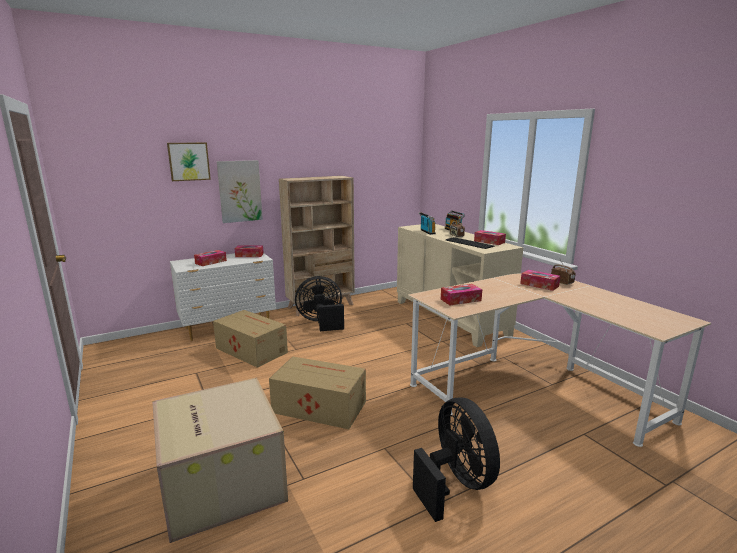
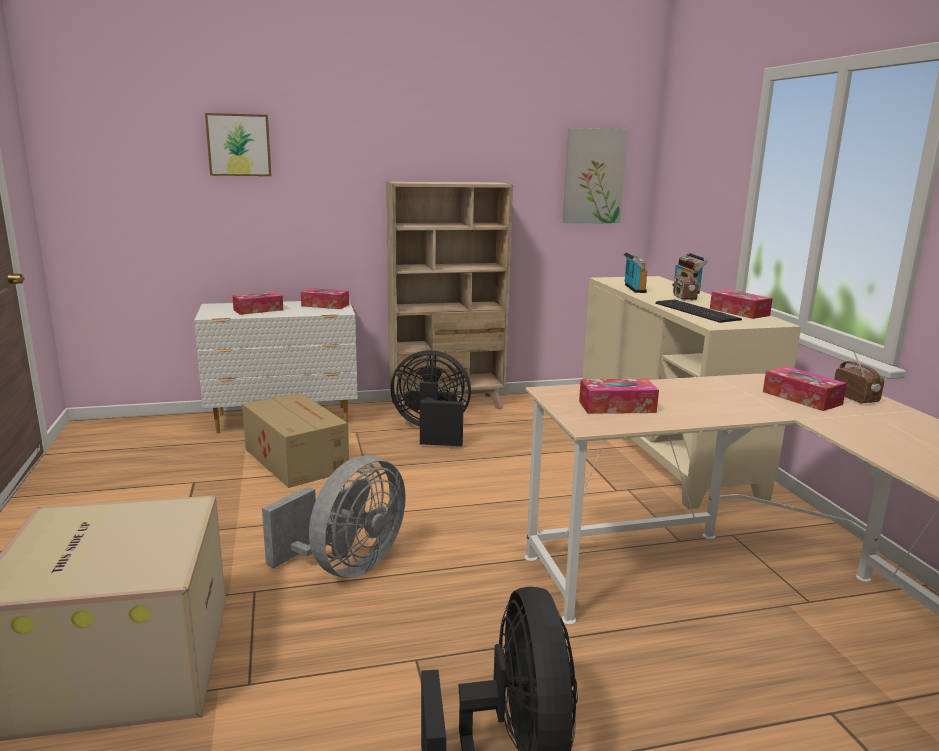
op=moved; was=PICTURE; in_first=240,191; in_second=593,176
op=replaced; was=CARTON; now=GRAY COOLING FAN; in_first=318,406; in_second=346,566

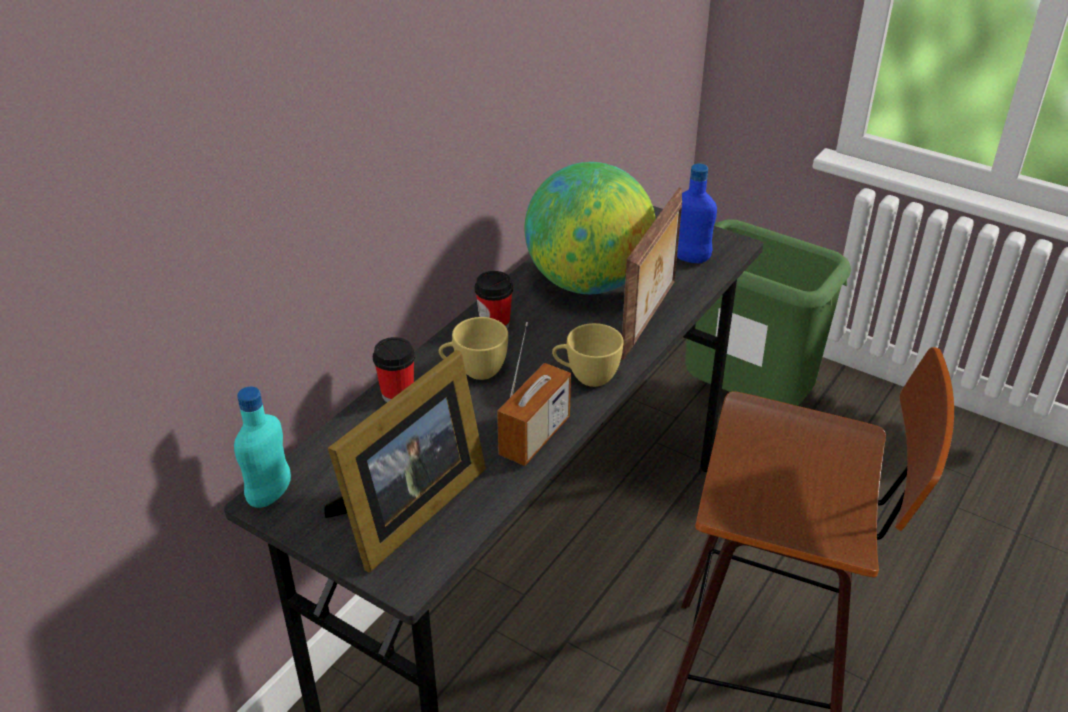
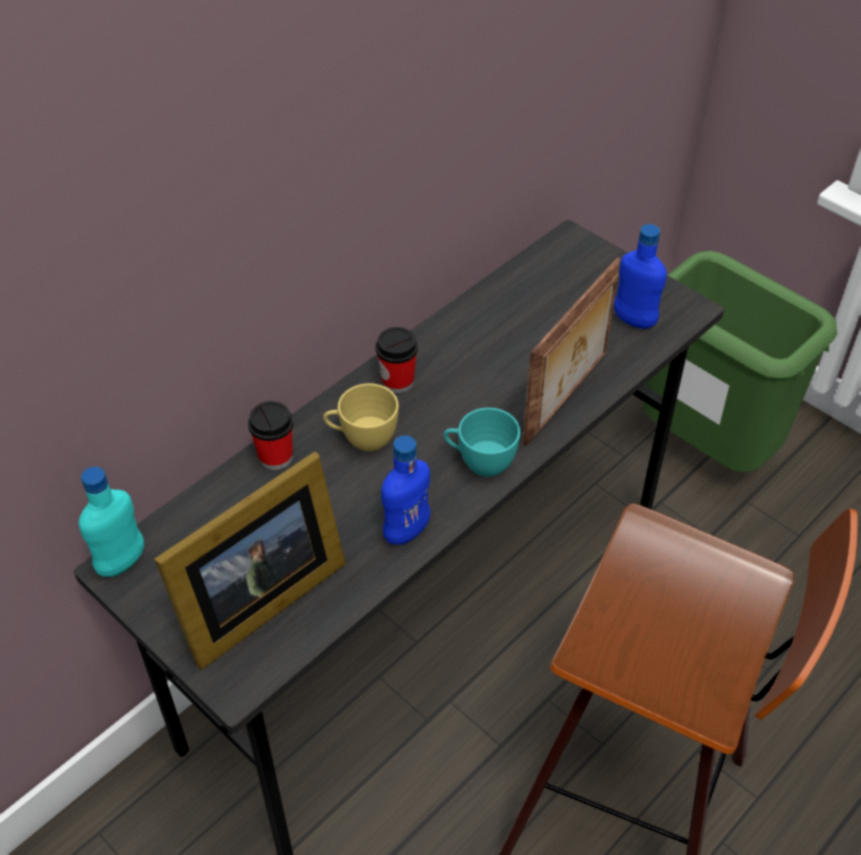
op=removed; was=DESK GLOBE; in_first=588,282
op=replaced; was=RADIO RECEIVER; now=BLUE-COLOURED BEVERAGE BOTTLE; in_first=535,437; in_second=406,531
op=recoloured; was=YELLOWISH DRINKING CUP; now=TURQUOISE-COLOURED DRINKING CUP; in_first=586,376; in_second=479,462

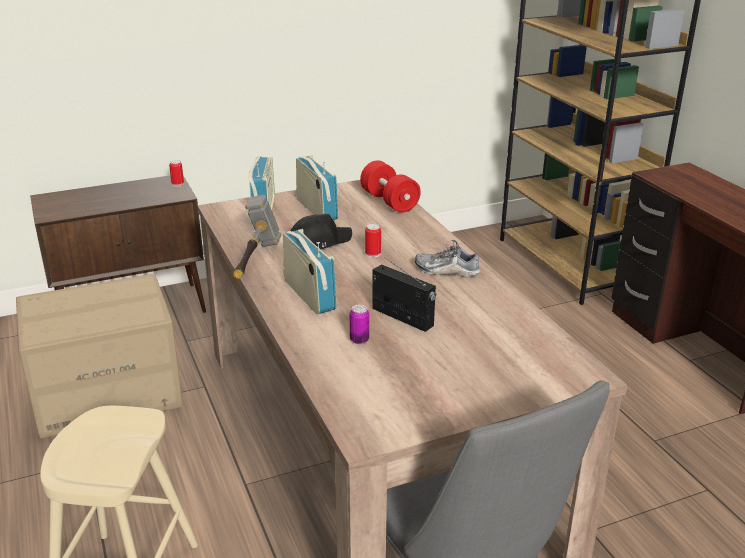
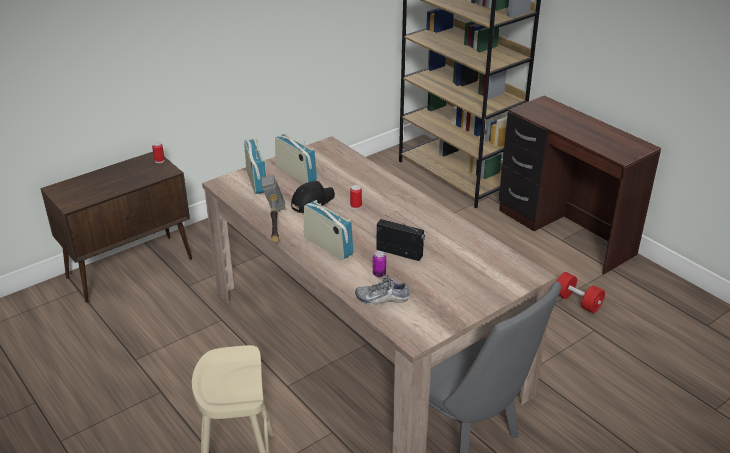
op=removed; was=CARTON; in_first=107,393
op=moved; was=RED HAND WEIGHT; in_first=389,201; in_second=577,302
op=moved; was=SHOE; in_first=446,270; in_second=382,298

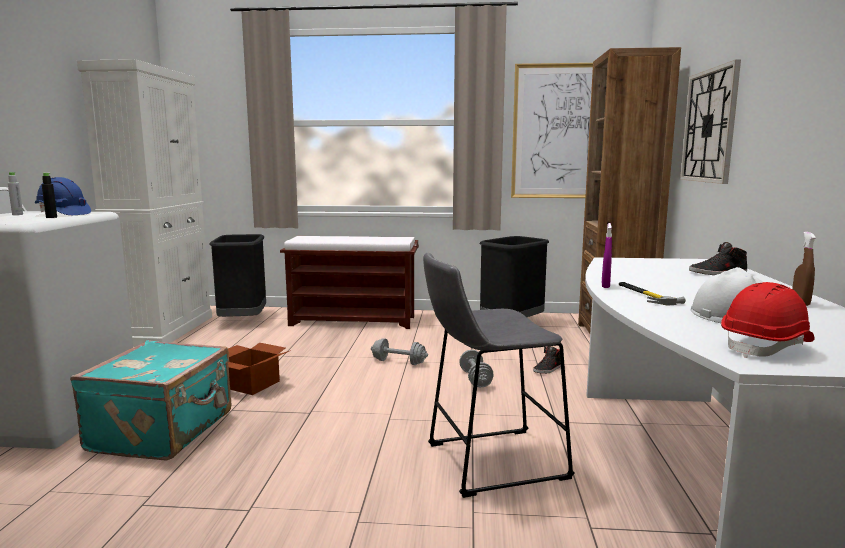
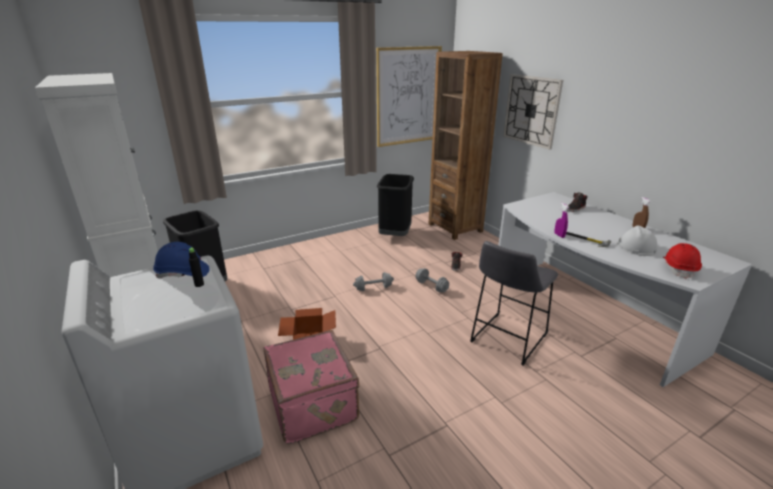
op=removed; was=GRAY BEVERAGE BOTTLE; in_first=17,214
op=removed; was=BROWN-COLOURED LONG SEAT; in_first=354,321
op=recoloured; was=TURQUOISE-COLOURED SUITCASE; now=PINK-COLOURED SUITCASE; in_first=164,431; in_second=314,403

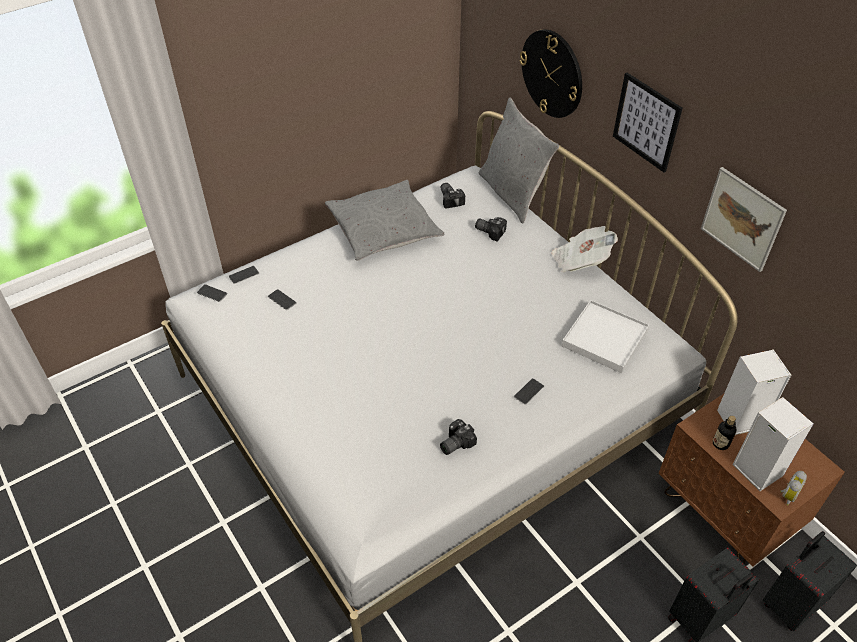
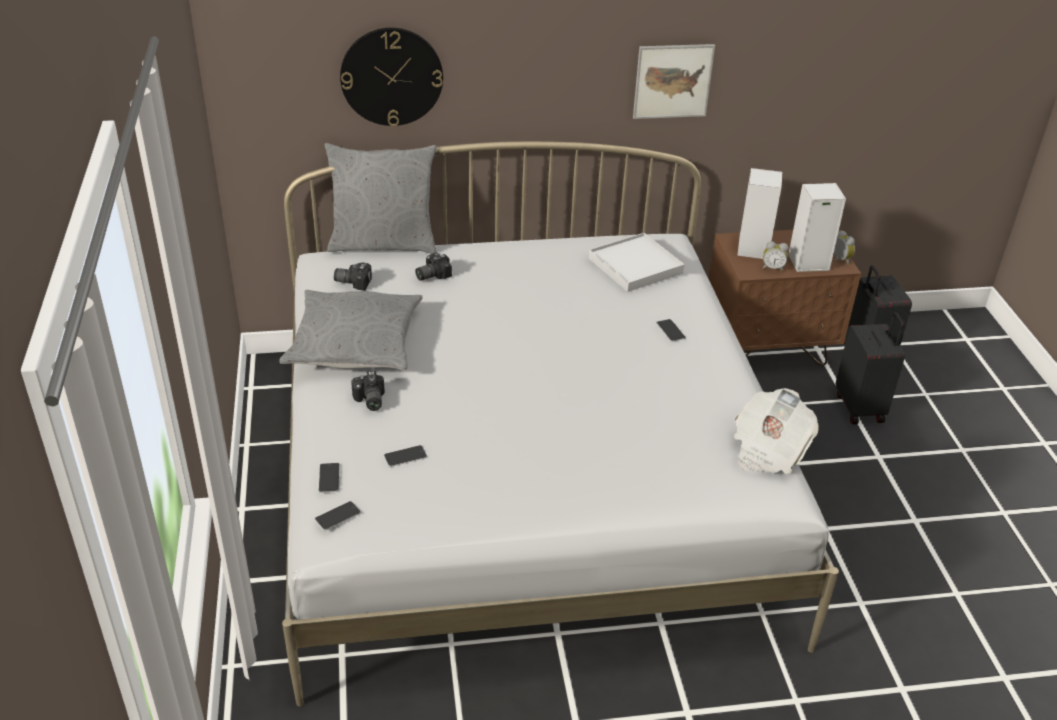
op=removed; was=PICTURE; in_first=646,122
op=moved; was=STILL CAMERA; in_first=455,443; in_second=369,400
op=moved; was=PRINTED PAPER; in_first=580,260; in_second=768,449
op=replaced; was=BEVERAGE BOTTLE; now=BEDSIDE CLOCK; in_first=720,443; in_second=773,268

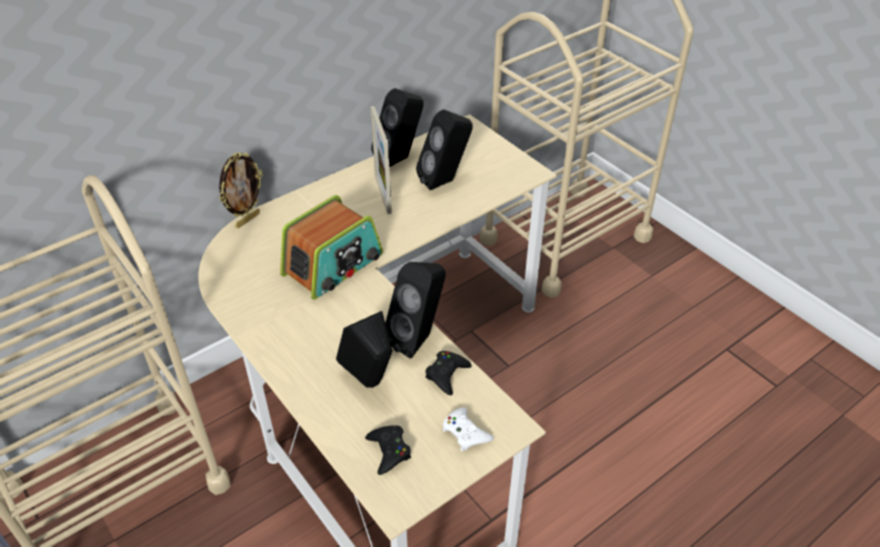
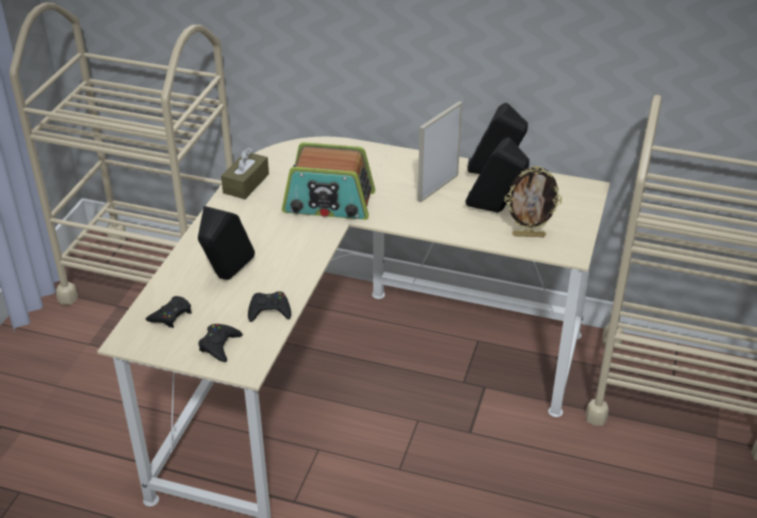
op=removed; was=BLACK SPEAKER; in_first=419,338
op=added; now=BROWN-COLOURED TISSUE BOX; in_second=246,183
op=moved; was=STANDING FRAME; in_first=247,220; in_second=528,235
op=recoloured; was=WHITE-COLOURED JOYPAD; now=BLACK JOYPAD; in_first=465,433; in_second=219,345

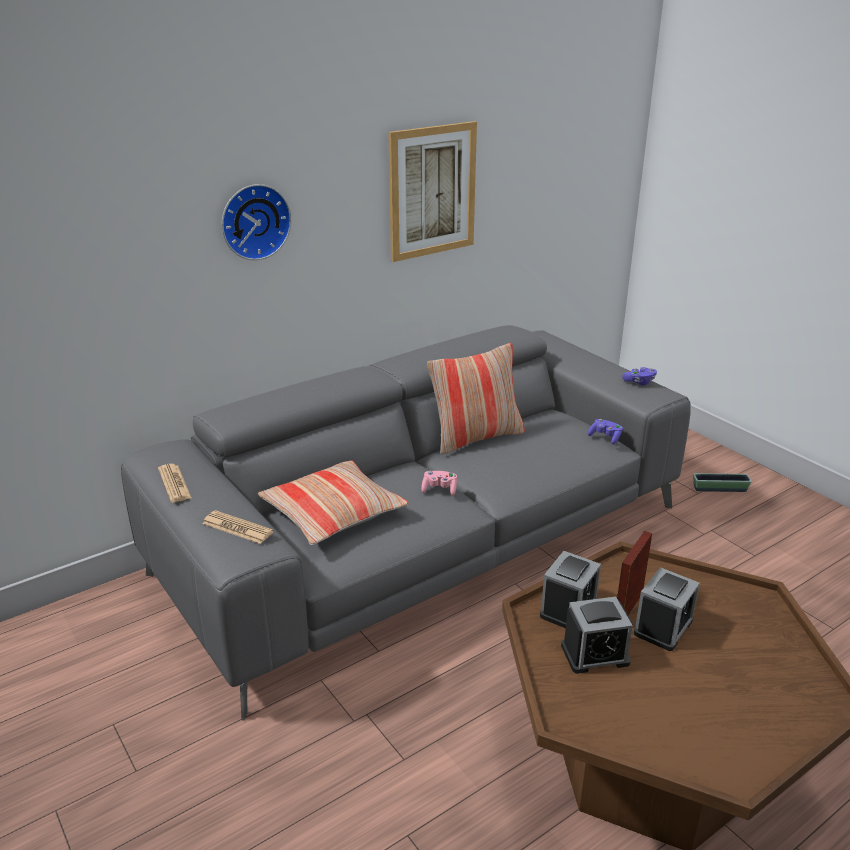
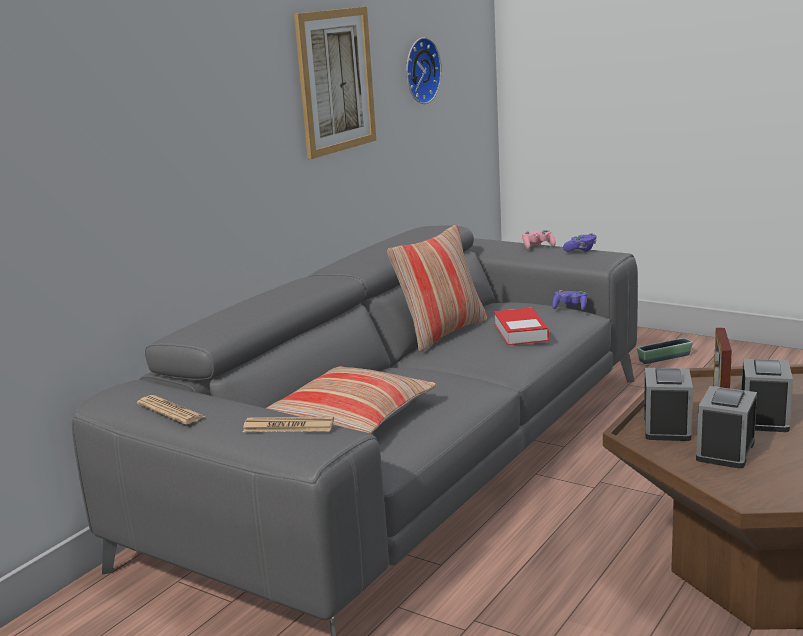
op=added; now=BOUND BOOK; in_second=520,332
op=moved; was=WALL CLOCK; in_first=254,221; in_second=419,71
op=moved; was=PINK-COLOURED JOYPAD; in_first=439,489; in_second=538,246
op=turned; was=BEDSIDE CLOCK; in_first=595,654; in_second=725,451; clockwise=150

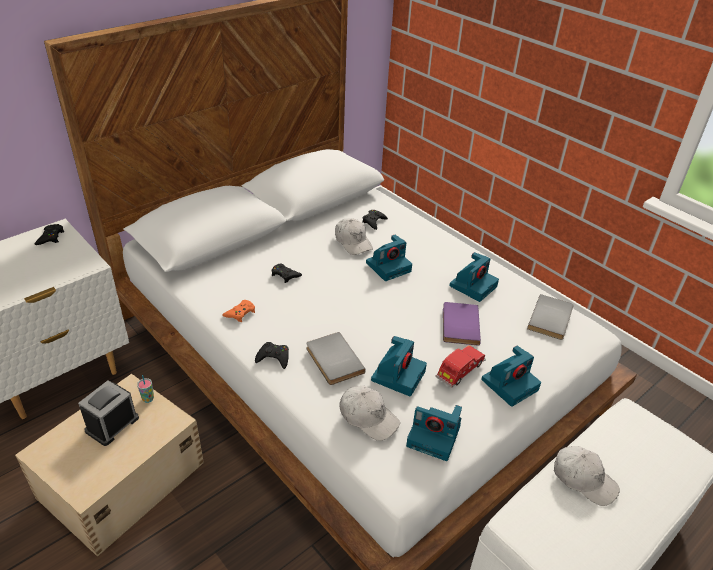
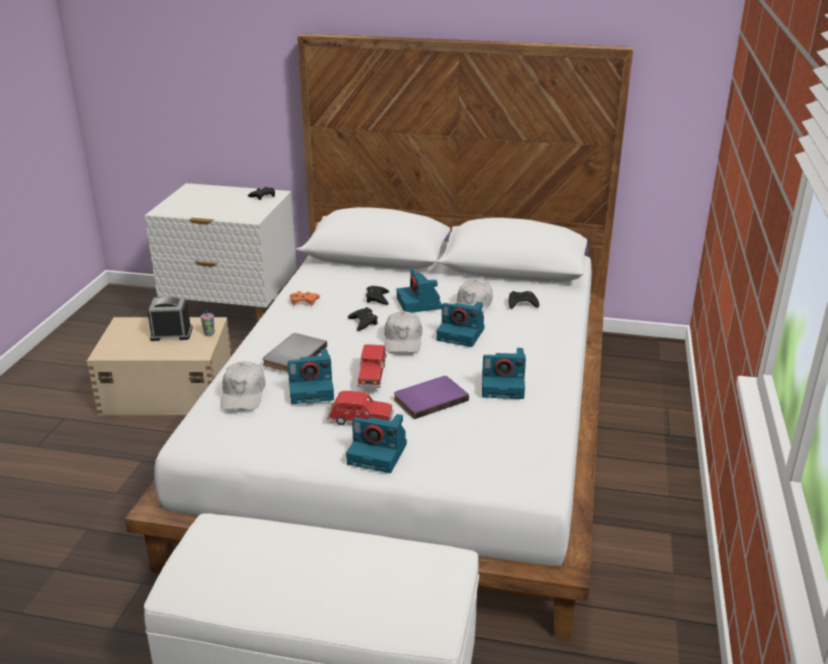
op=removed; was=GRAY BOUND BOOK; in_first=552,319
op=added; now=RED MINIATURE CAR; in_second=372,375
op=moved; was=BLACK JOYPAD; in_first=274,358; in_second=363,322
op=moved; was=STILL CAMERA; in_first=435,436; in_second=420,304
op=moved; was=WHITE-COLOURED CAP; in_first=583,479; in_second=403,340

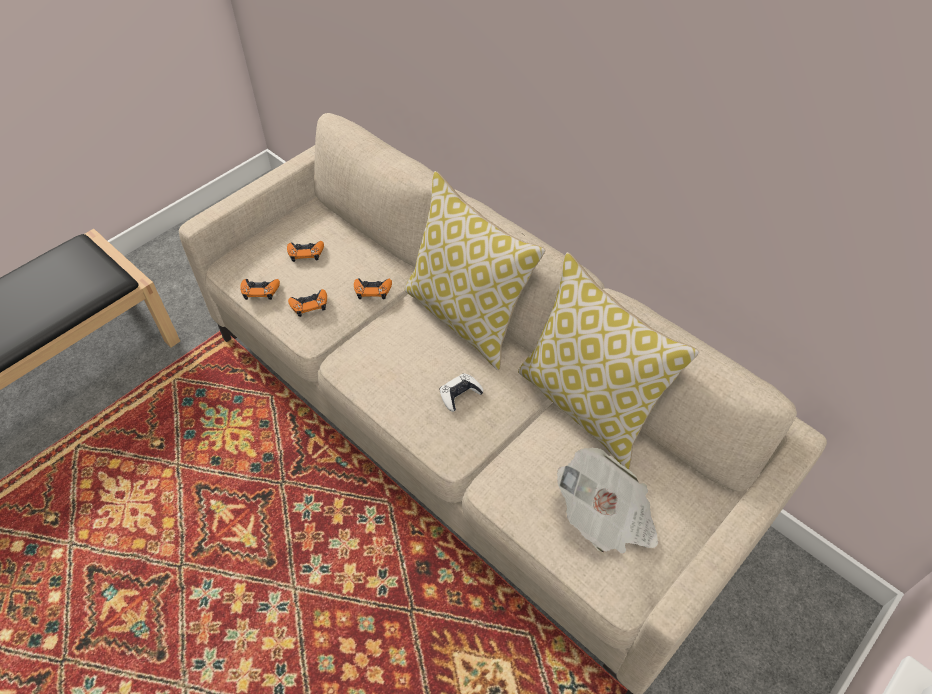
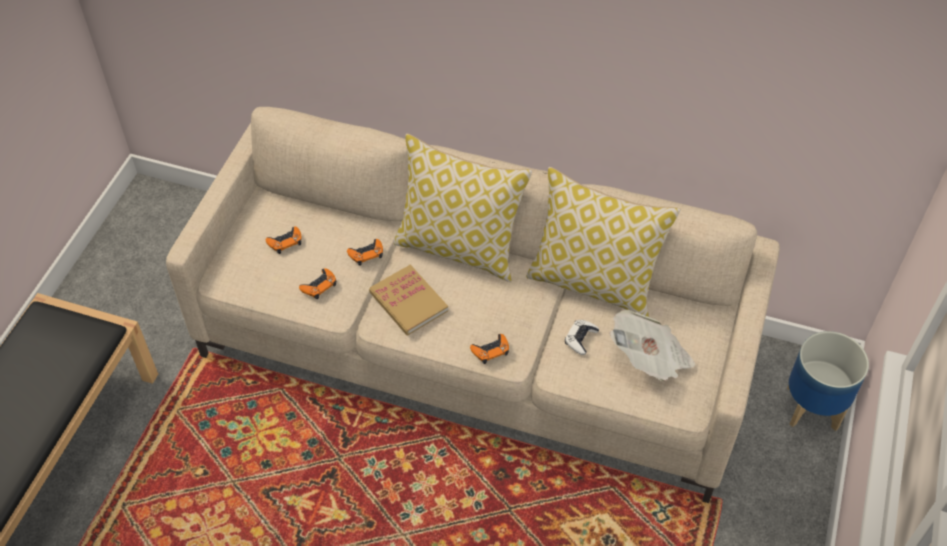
op=added; now=BOUND BOOK; in_second=408,302
op=added; now=PLANTER; in_second=813,408
op=moved; was=ORANGE JOYPAD; in_first=260,291; in_second=490,350
op=moved; was=WHITE-COLOURED JOYPAD; in_first=460,394; in_second=580,339

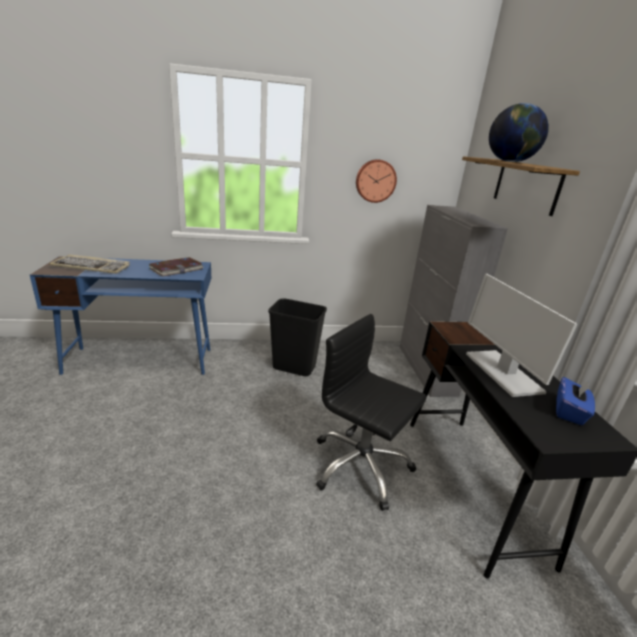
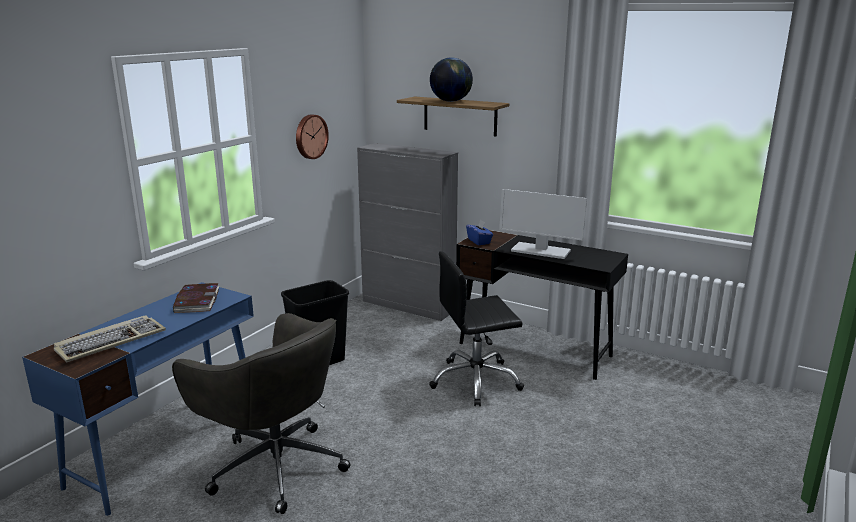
op=added; now=GRAY OFFICE CHAIR; in_second=274,465
op=moved; was=BLUE-COLOURED TISSUE BOX; in_first=569,412; in_second=479,241

